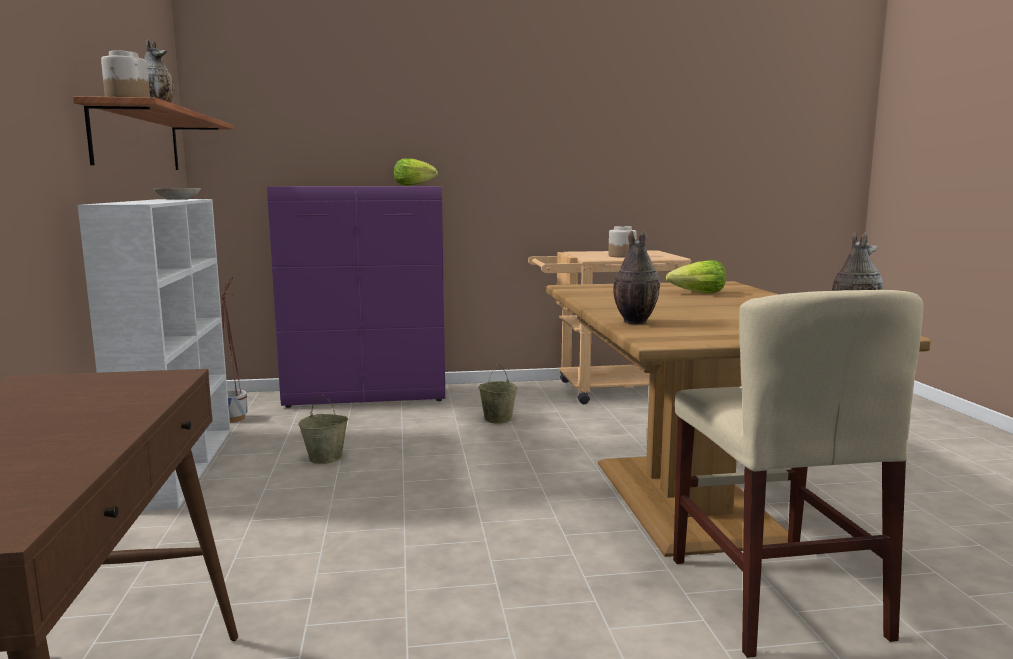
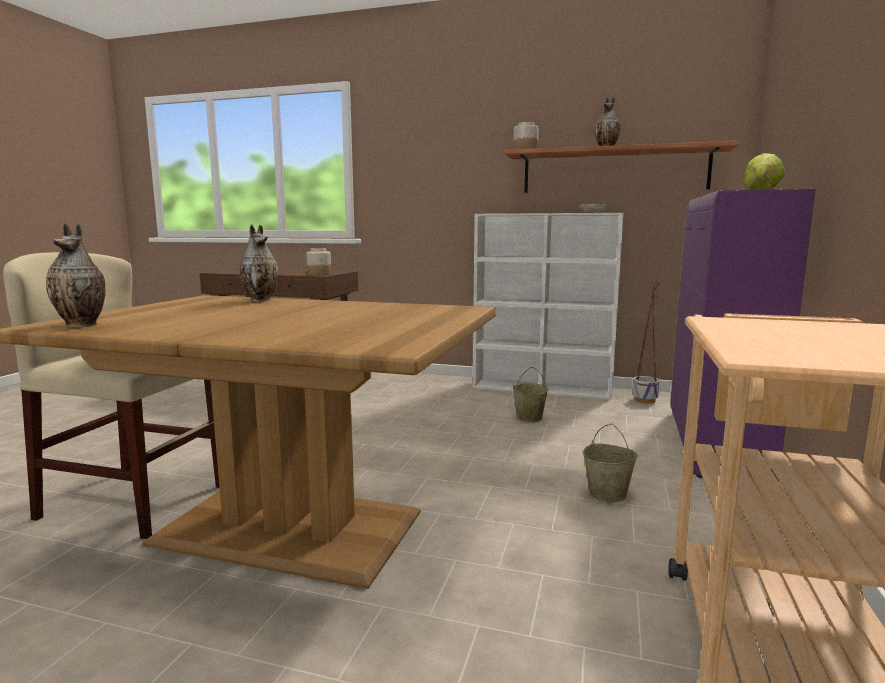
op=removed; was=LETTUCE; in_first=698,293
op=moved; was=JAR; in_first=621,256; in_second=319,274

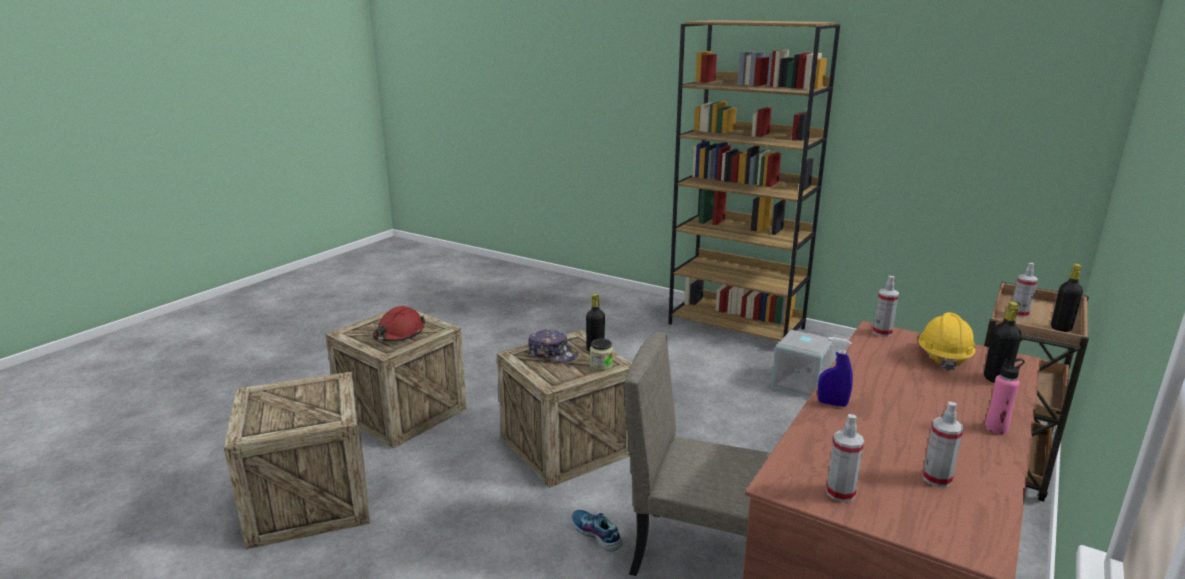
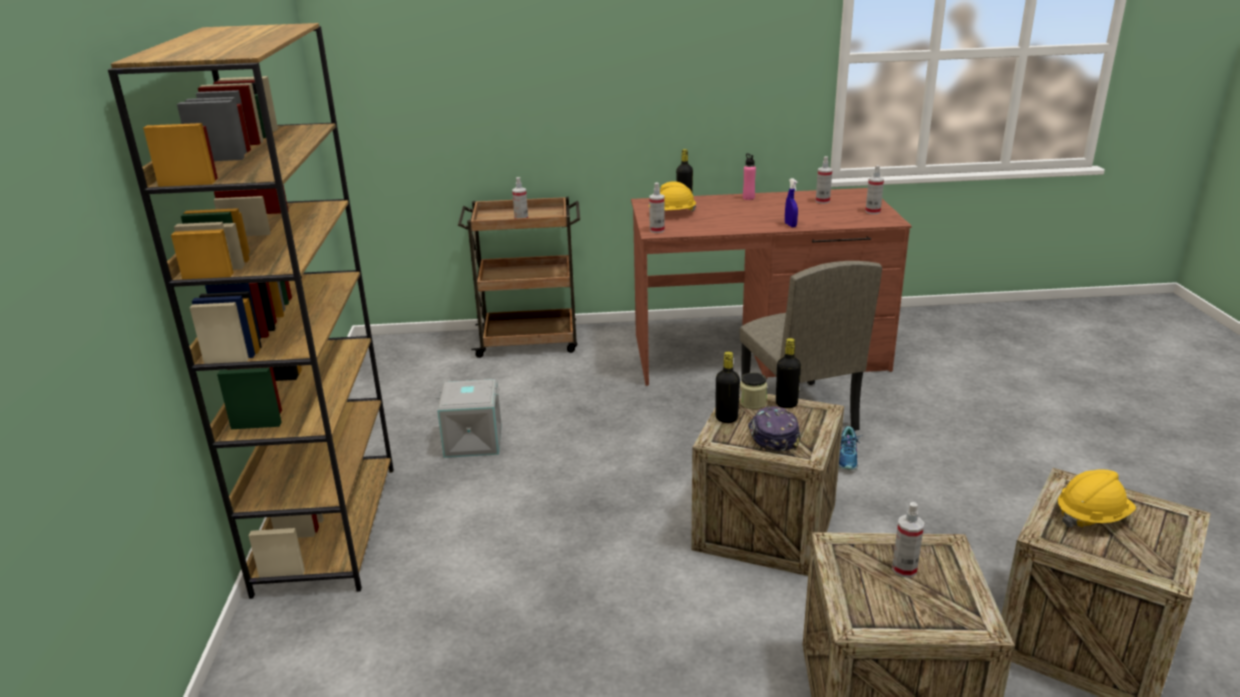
op=added; now=YELLOWISH SAFETY HELMET; in_second=1092,516
op=moved; was=BLACK BEVERAGE BOTTLE; in_first=1061,328; in_second=786,404
op=replaced; was=RED SAFETY HELMET; now=HAND SPRAYER; in_first=399,334; in_second=904,569

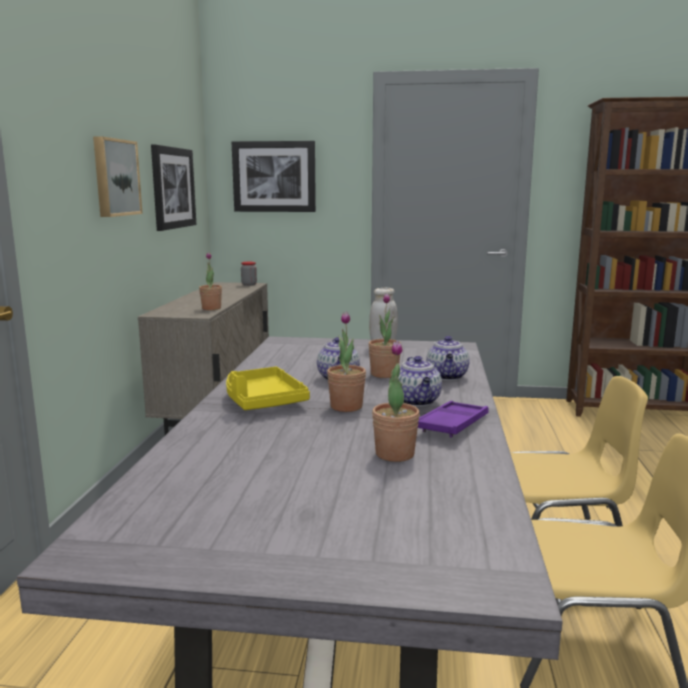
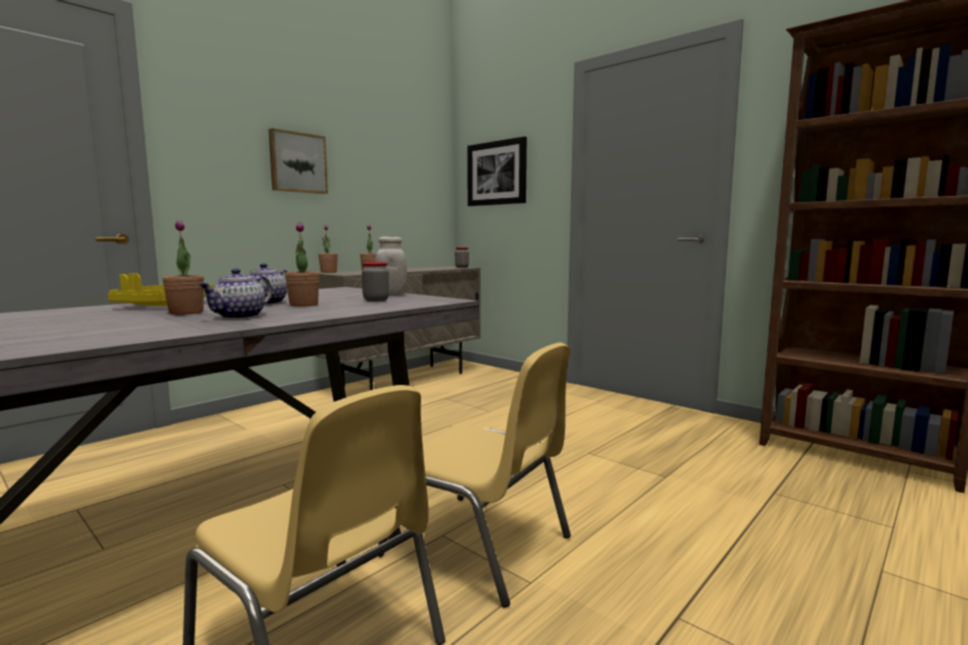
op=removed; was=PICTURE; in_first=172,188
op=removed; was=PURPLISH TRAY; in_first=452,424
op=removed; was=TEA POT; in_first=447,376
op=added; now=JAR; in_second=376,300
op=moved; was=PLANT IN A POT; in_first=394,454; in_second=328,272

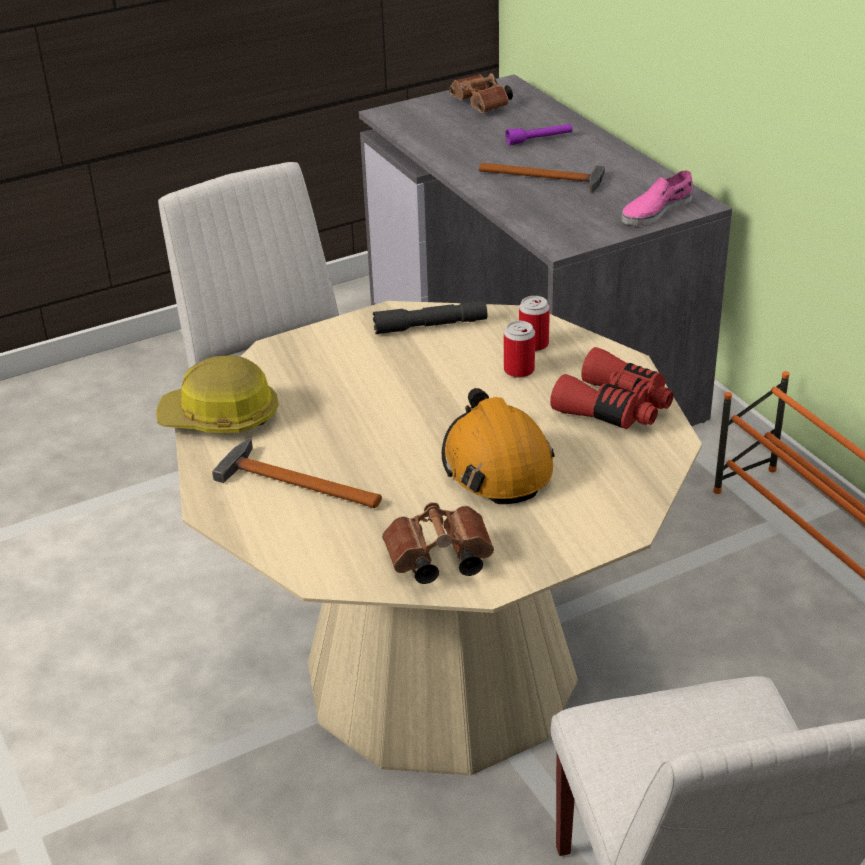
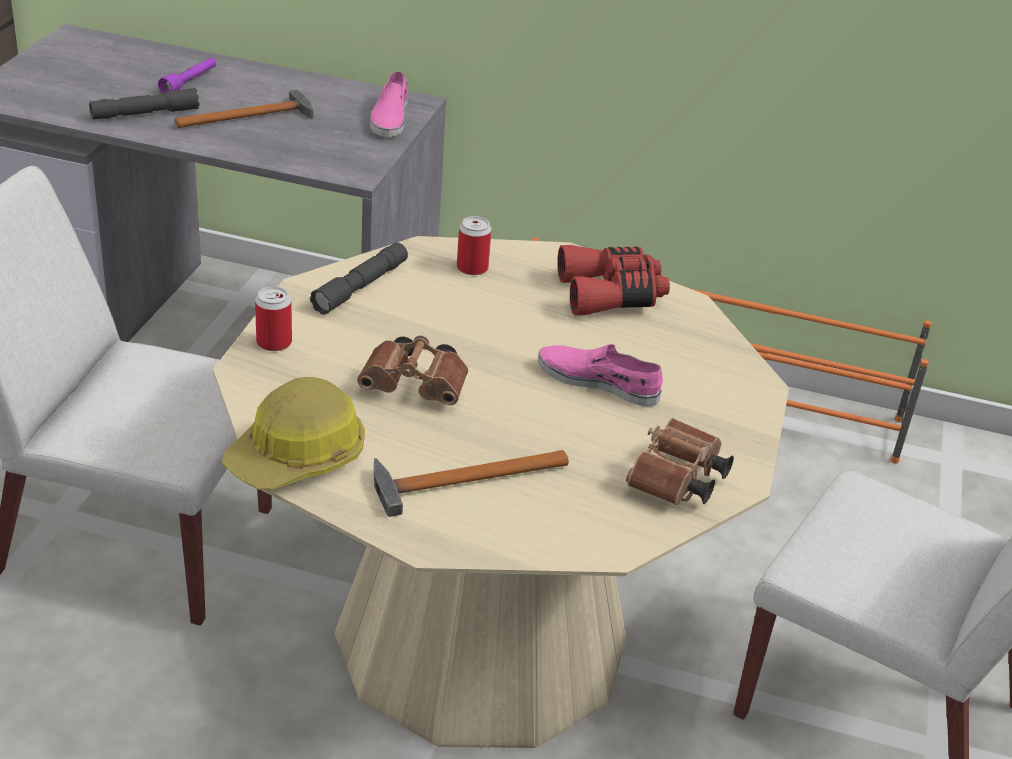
op=added; now=GRAY HAND TORCH; in_second=145,114
op=moved; was=BROWN-COLOURED BINOCULARS; in_first=482,106; in_second=417,388
op=moved; was=CAN; in_first=519,370; in_second=274,342
op=replaced; was=ORANGE SAFETY HELMET; now=PINK-COLOURED SHOE; in_first=496,465; in_second=598,381

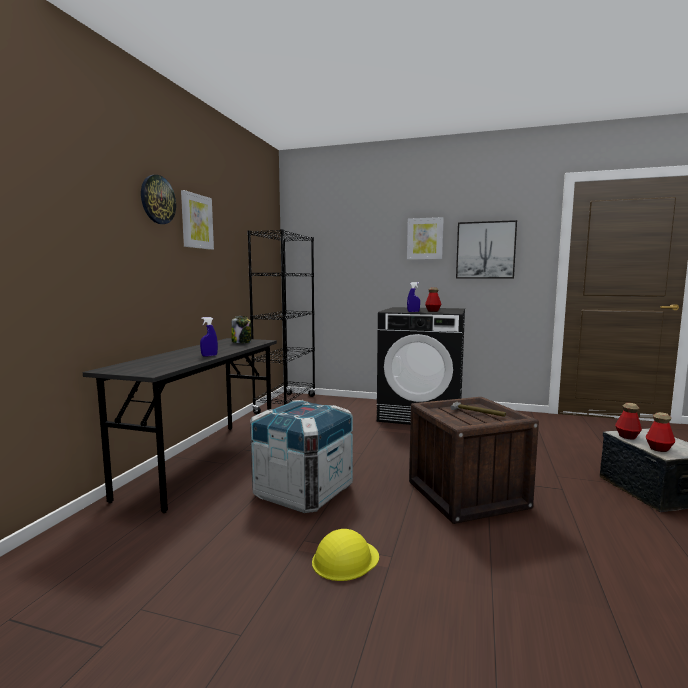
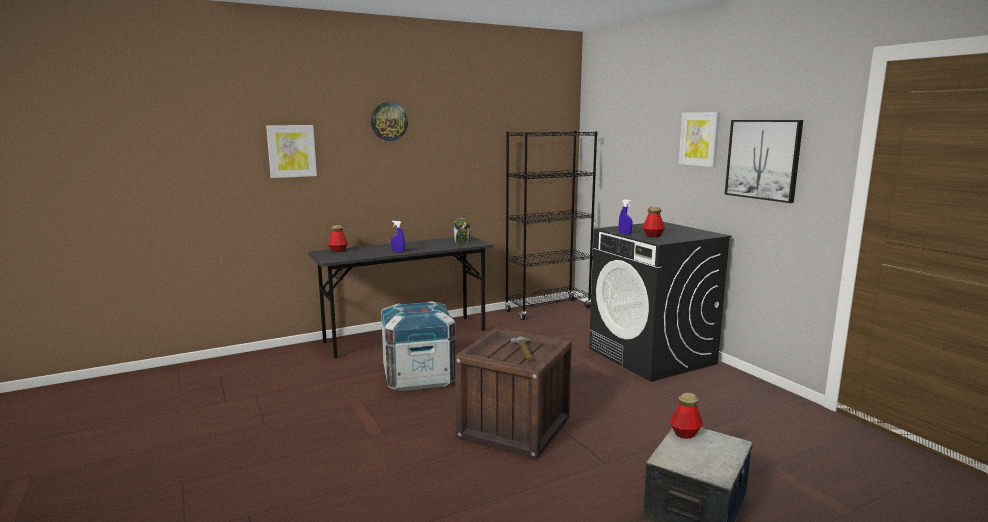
op=removed; was=YELLOWISH SAFETY HELMET; in_first=345,559
op=moved; was=PICTURE; in_first=196,221; in_second=291,151
op=moved; was=BEVERAGE BOTTLE; in_first=659,449; in_second=338,250

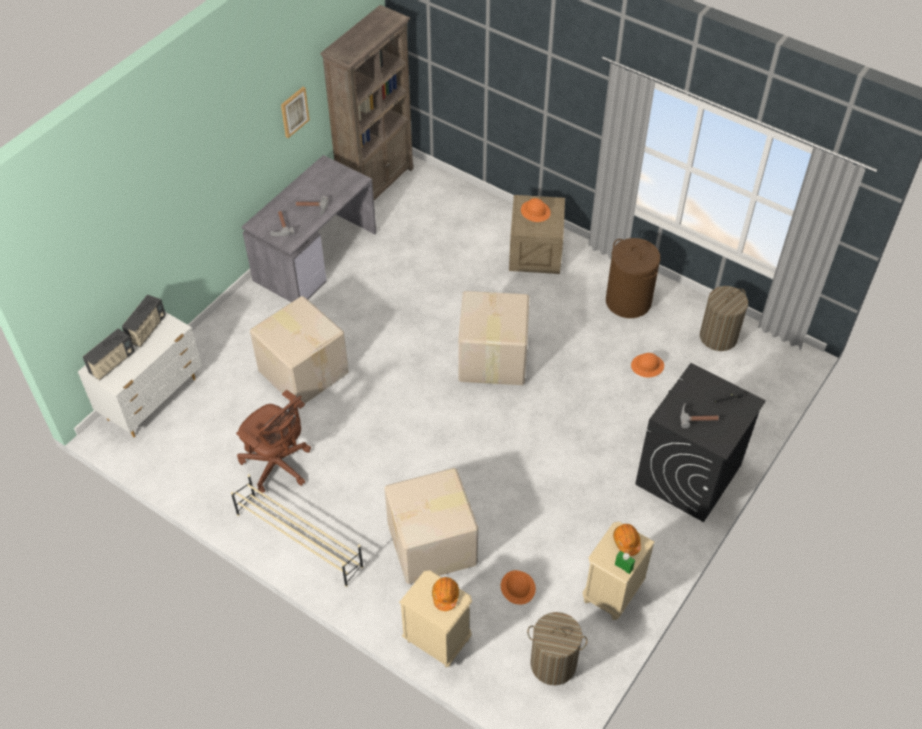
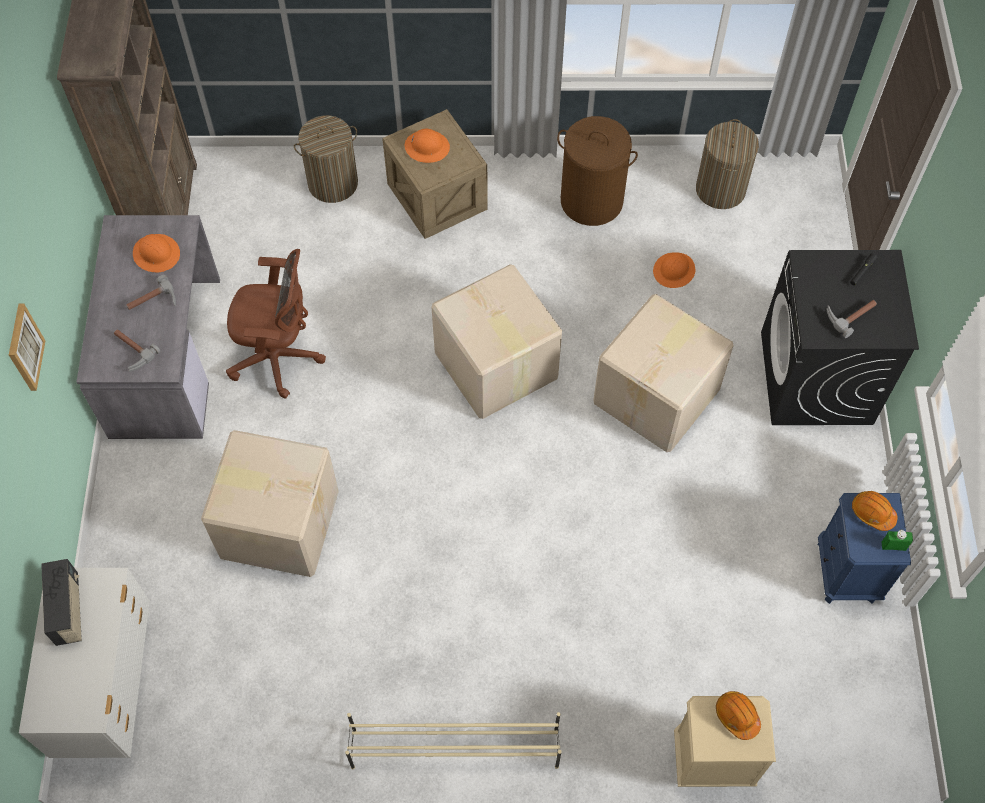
op=removed; was=RADIO RECEIVER; in_first=112,363
op=moved; was=BROWN-COLOURED OFFICE CHAIR; in_first=278,465; in_second=279,357
op=moved; was=PICTURE; in_first=294,112; in_second=24,347
op=moved; was=CARTON; in_first=433,545; in_second=658,396
op=moved; was=ORANGE SAFETY HELMET; in_first=518,587; in_second=157,254
op=moved; was=LAUNDRY BASKET; in_first=553,664; in_second=332,183
op=recoloured; was=BEIGE-COLOURED NIGHT TABLE; now=BLUE-COLOURED NIGHT TABLE; in_first=611,593; in_second=846,572

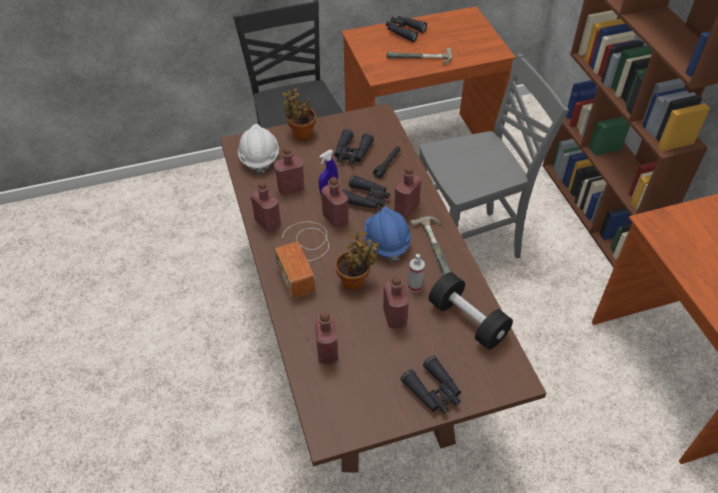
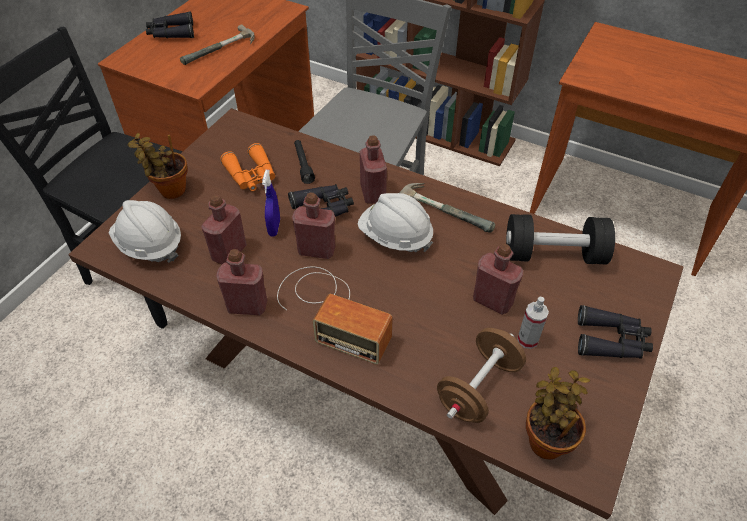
op=moved; was=PLANT IN A POT; in_first=355,280; in_second=546,439
op=moved; was=HAND SPRAYER; in_first=415,286; in_second=527,340
op=replaced; was=RED BEVERAGE BOTTLE; now=BROWN-COLOURED HAND WEIGHT; in_first=327,351; in_second=478,388
op=recoloured; was=BLACK BINOCULARS; now=ORANGE BINOCULARS; in_first=352,153; in_second=252,176
op=recoloured; was=BLUE-COLOURED SAFETY HELMET; now=WHITE-COLOURED SAFETY HELMET; in_first=386,242; in_second=395,237

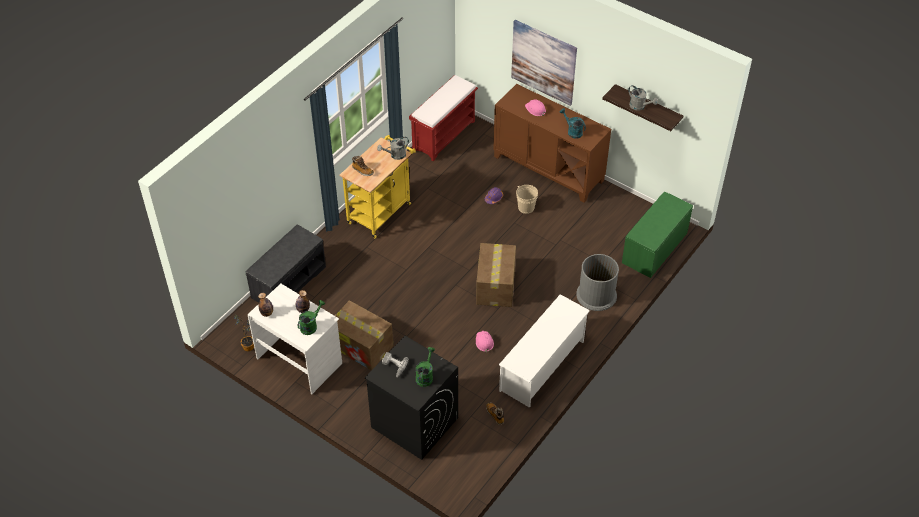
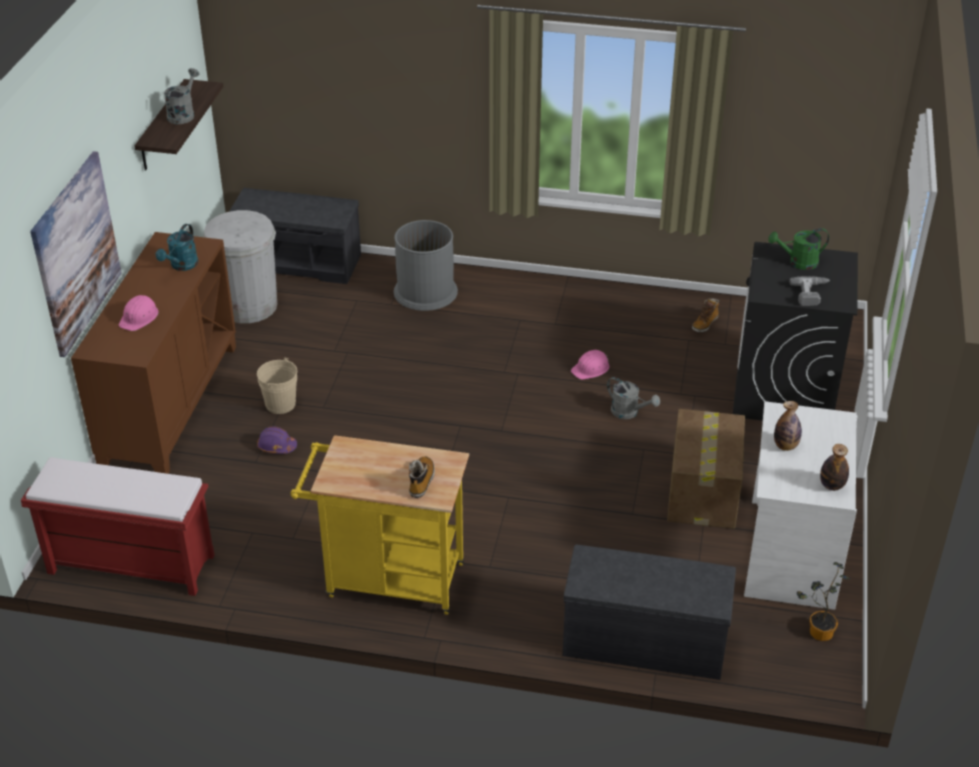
op=removed; was=GREENISH SPRINKLING CAN; in_first=311,325
op=removed; was=CARTON; in_first=495,286
op=removed; was=WHITE-COLOURED SHOE SHELF; in_first=542,365
op=added; now=WHITE-COLOURED WASTE BIN; in_second=248,306
op=moved; was=GRAY SPRINKLING CAN; in_first=395,155; in_second=629,413
op=recoloured; was=GREENISH LONG SEAT; now=GRAY LONG SEAT; in_first=655,248; in_second=299,262

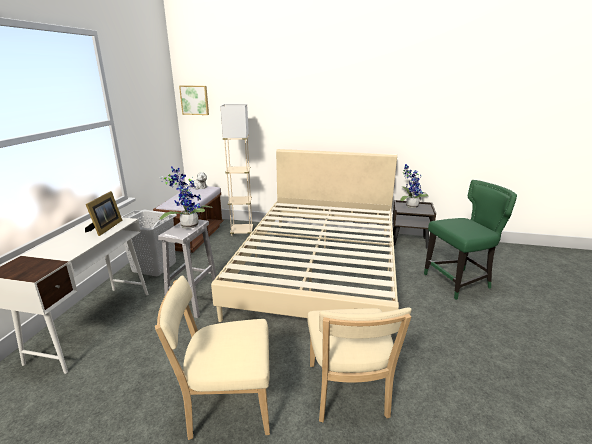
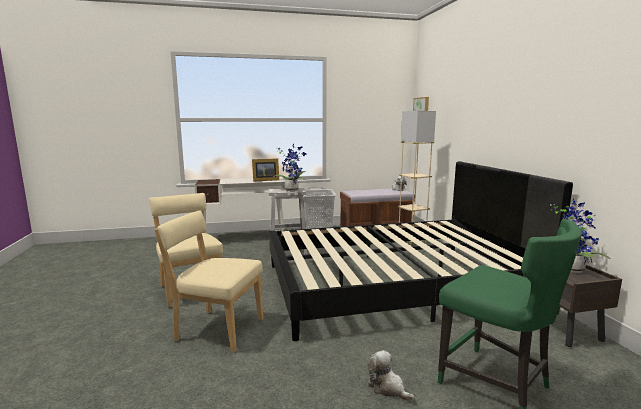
op=added; now=SOFT TOY; in_second=387,388
op=recoloured; was=BEIGE-COLOURED BED; now=BLACK BED; in_first=320,268; in_second=394,285
op=turned; was=BEIGE-COLOURED PLAIN CHAIR; in_first=348,393; in_second=216,329; clockwise=45

